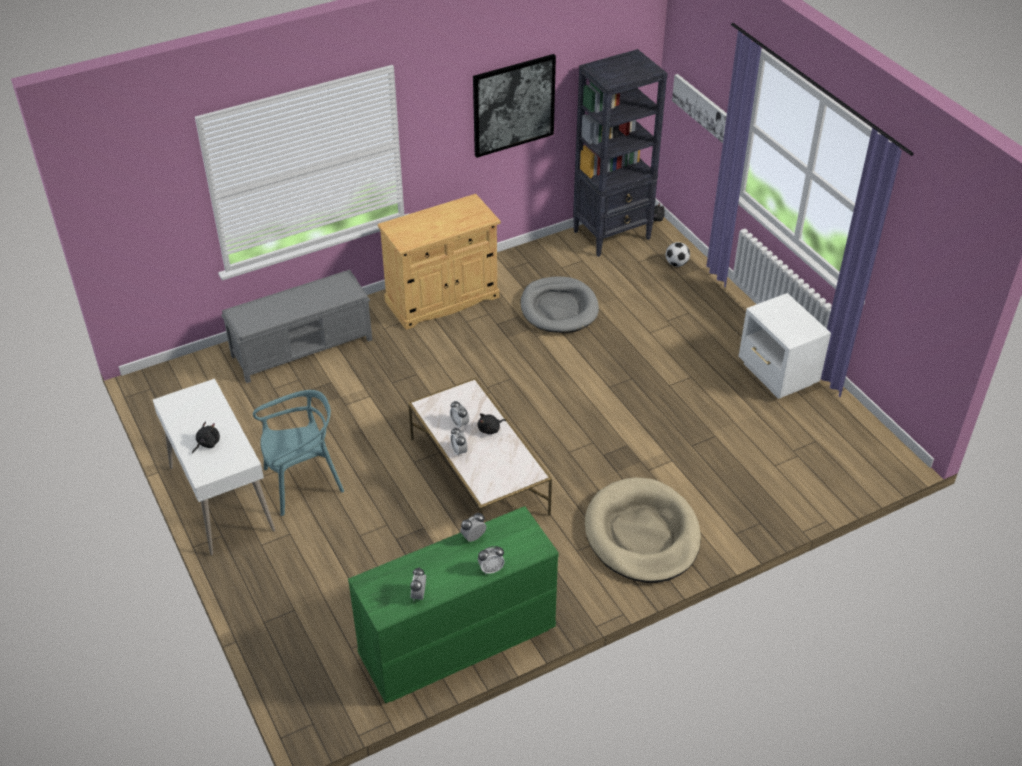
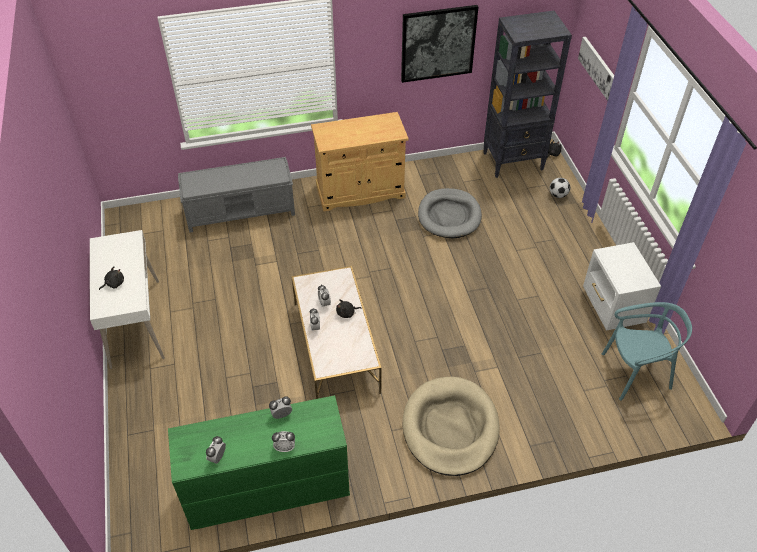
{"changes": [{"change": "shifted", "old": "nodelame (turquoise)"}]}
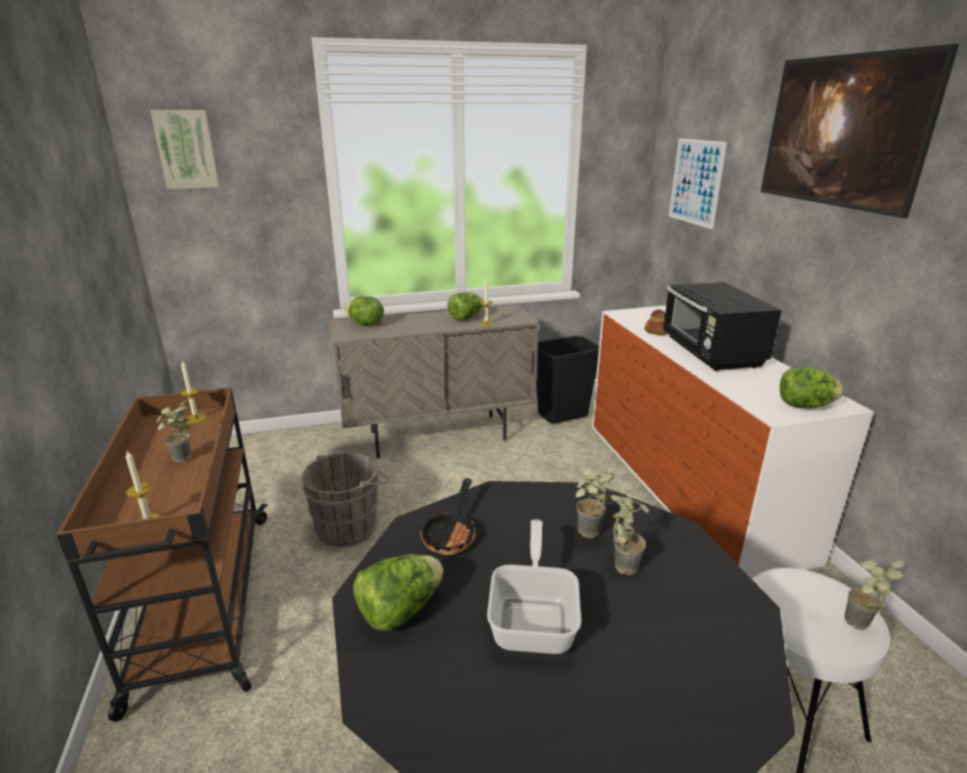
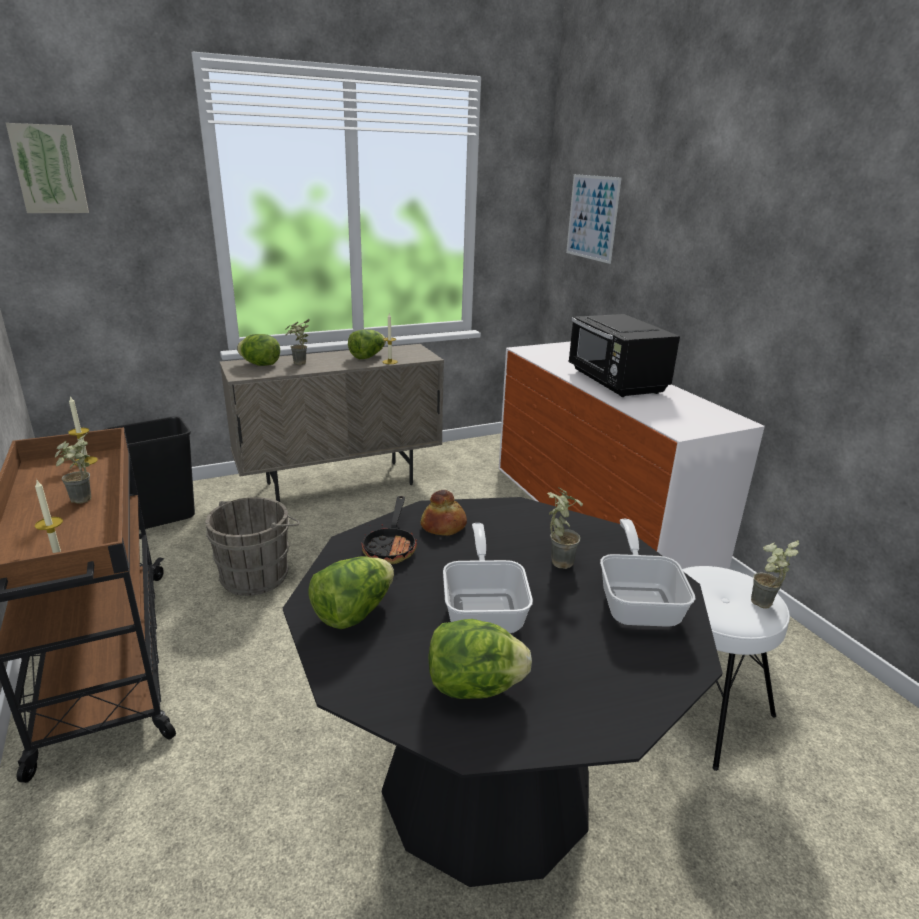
{"changes": [{"change": "gone", "old": "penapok (no. 3 from left)"}, {"change": "shifted", "old": "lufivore"}, {"change": "shifted", "old": "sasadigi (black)"}, {"change": "shifted", "old": "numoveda (no. 4 from left)"}, {"change": "shifted", "old": "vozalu (no. 2 from left)"}, {"change": "new", "new": "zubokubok (no. 3 from left)"}]}
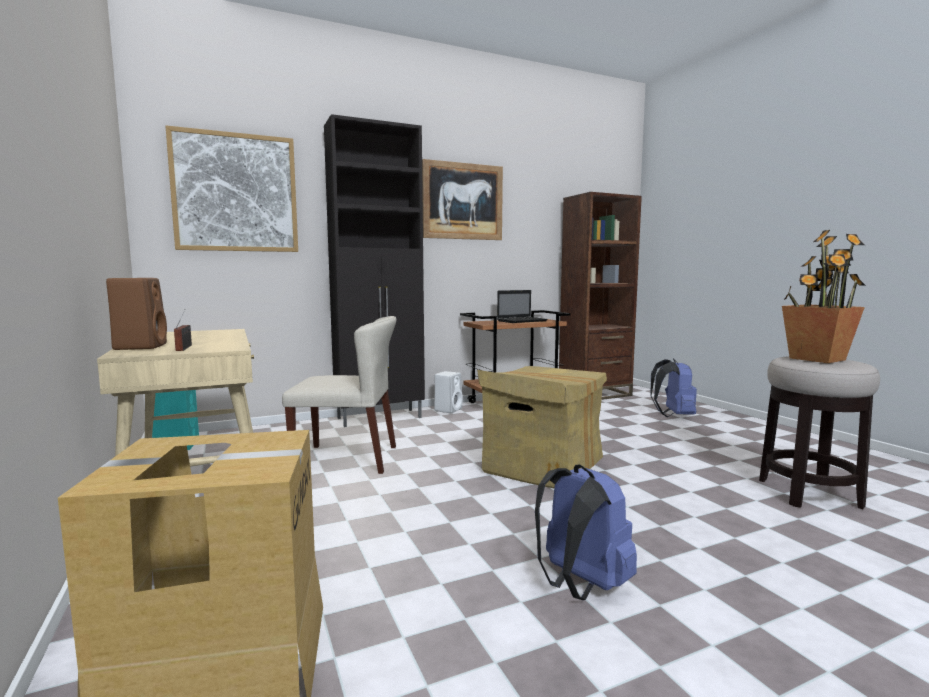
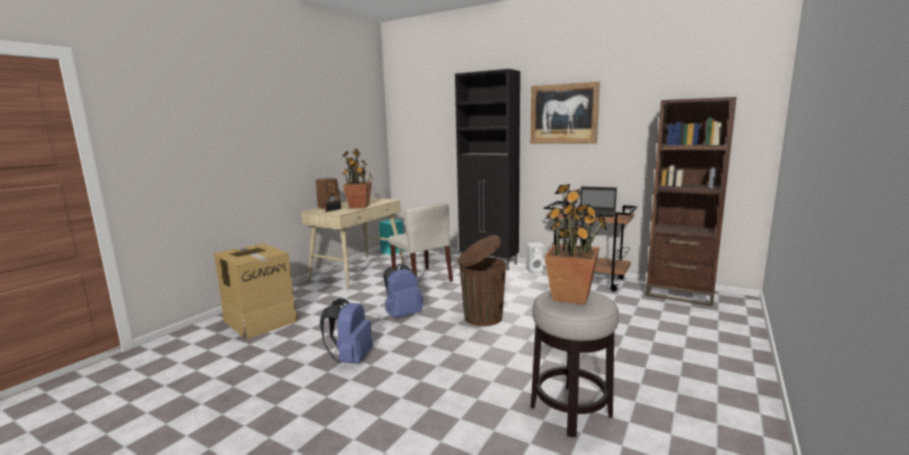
{"changes": [{"change": "gone", "old": "penapok (no. 1 from left)"}, {"change": "shifted", "old": "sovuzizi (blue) (no. 2 from left)"}, {"change": "swapped", "old": "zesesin (no. 2 from left)", "new": "sasadigi (brown)"}, {"change": "new", "new": "vozalu (no. 1 from left)"}]}
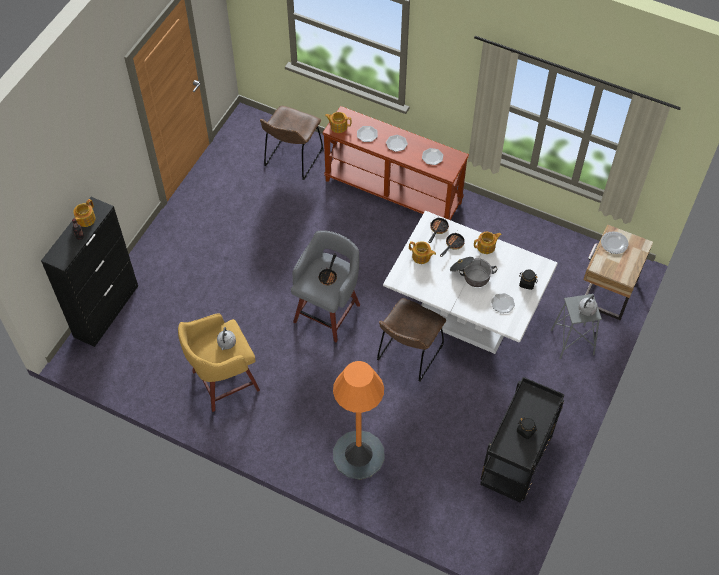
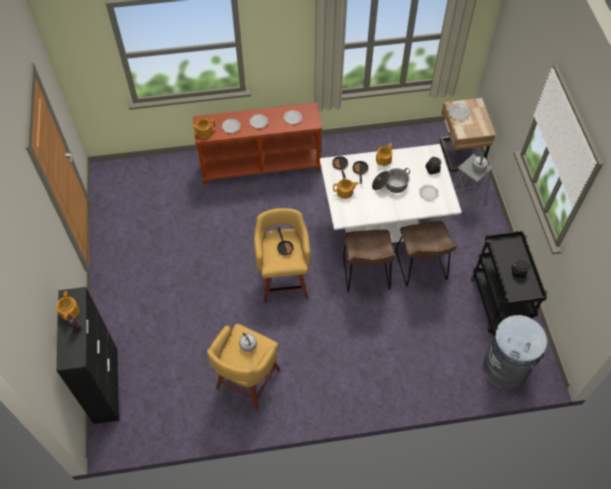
{"changes": [{"change": "shifted", "old": "nodelame (brown) (no. 1 from left in the first image)", "new": "nodelame (brown) (no. 2 from left)"}, {"change": "repainted", "old": "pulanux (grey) (no. 1 from left)", "new": "pulanux (yellow) (no. 2 from left)"}, {"change": "gone", "old": "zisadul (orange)"}, {"change": "new", "new": "sasadigi (grey)"}]}
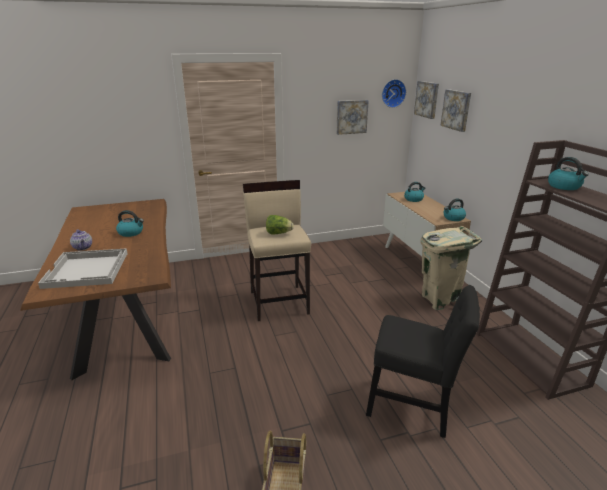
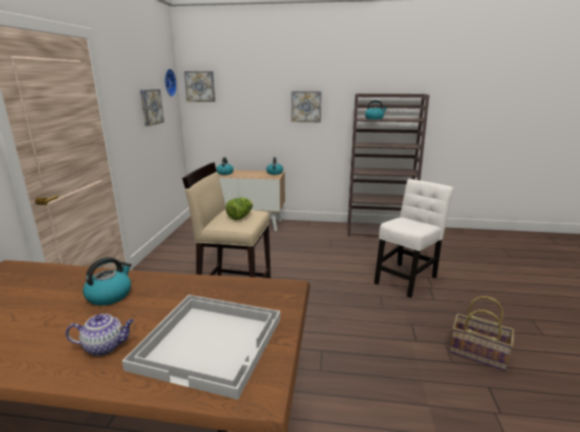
{"changes": [{"change": "shifted", "old": "penapok (no. 3 from left)"}, {"change": "gone", "old": "sasadigi (beige)"}, {"change": "repainted", "old": "nodelame (black)", "new": "nodelame (white)"}]}
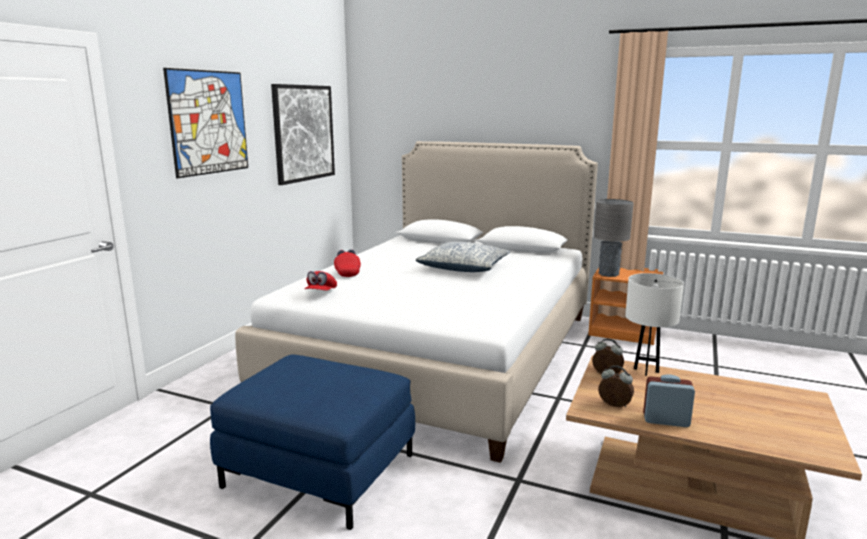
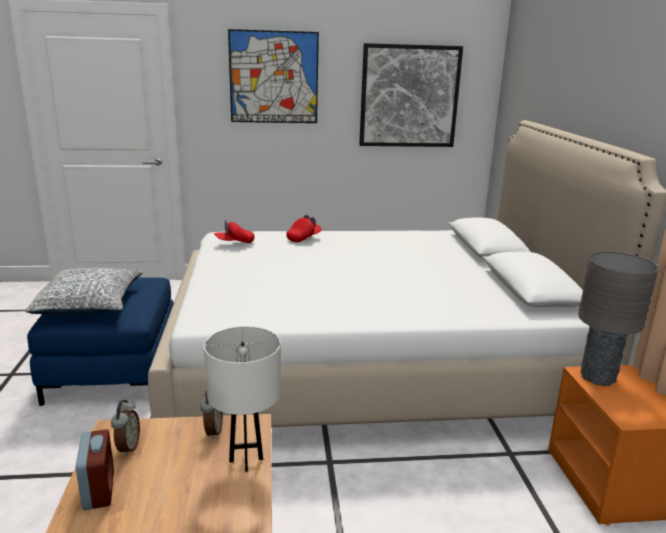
{"changes": [{"change": "shifted", "old": "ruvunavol"}]}
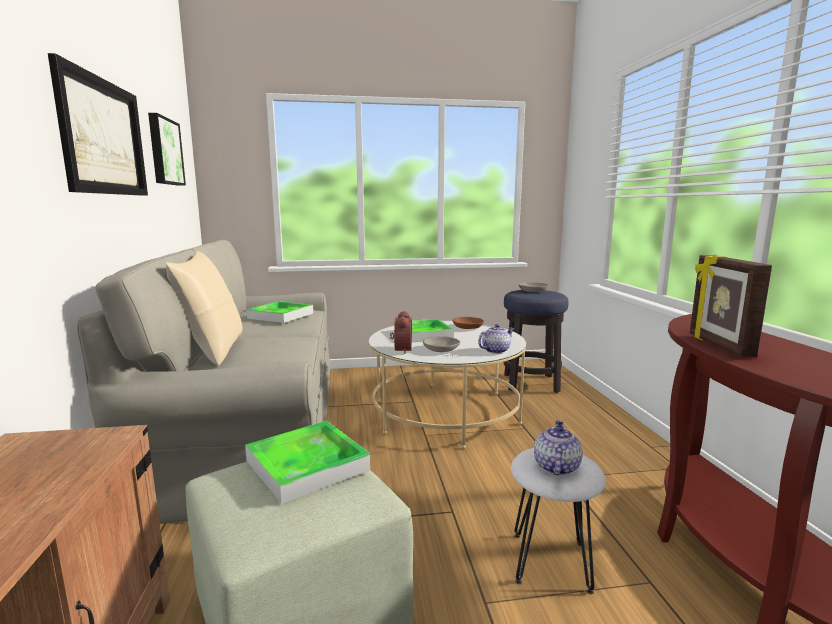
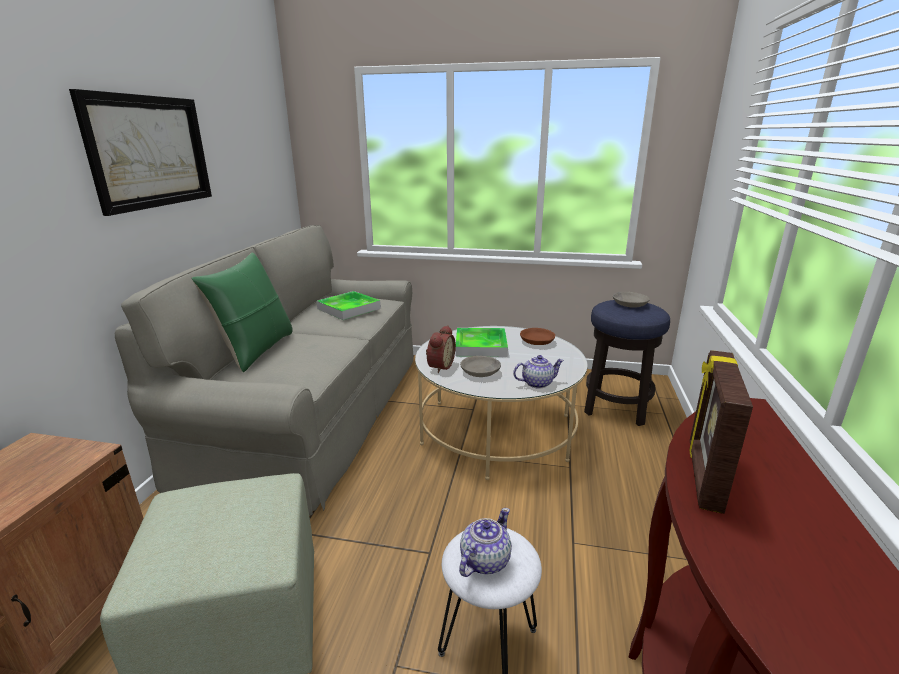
{"changes": [{"change": "gone", "old": "penapok (no. 2 from left)"}, {"change": "repainted", "old": "ruvunavol (beige)", "new": "ruvunavol (green)"}, {"change": "gone", "old": "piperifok (no. 2 from left)"}]}
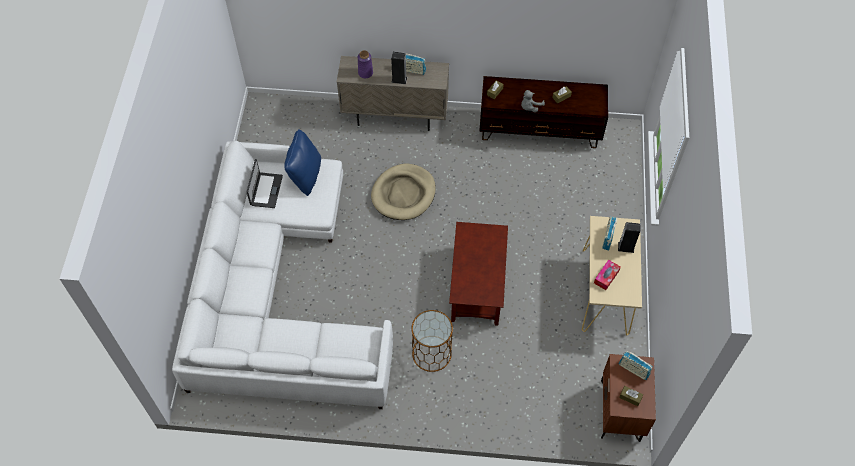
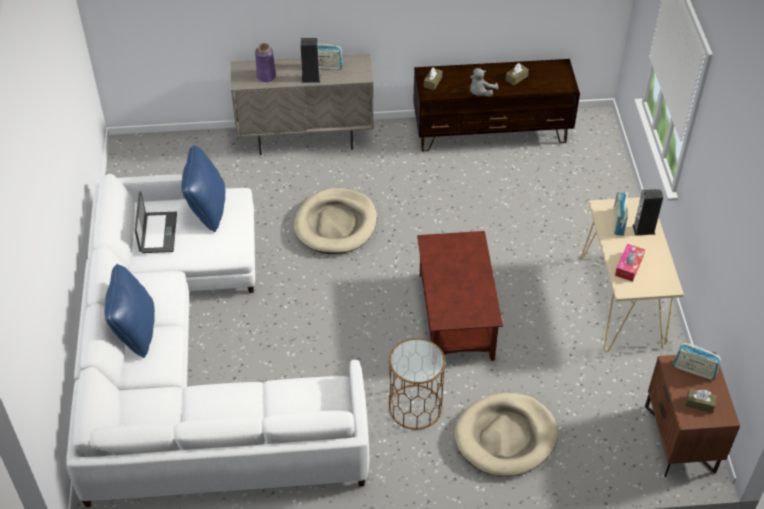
{"changes": [{"change": "new", "new": "ruvunavol (blue) (no. 1 from left)"}, {"change": "new", "new": "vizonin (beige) (no. 2 from left)"}]}
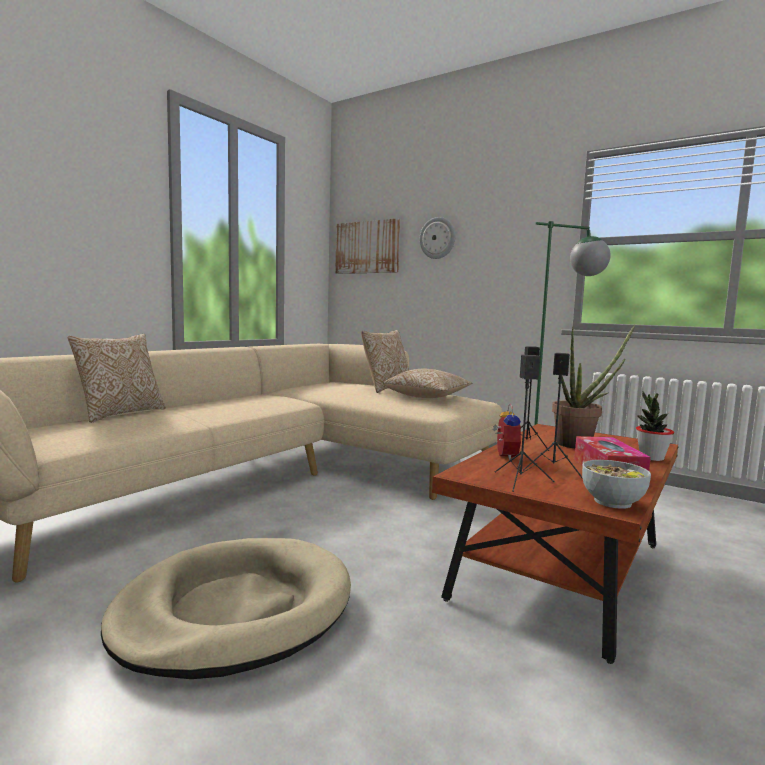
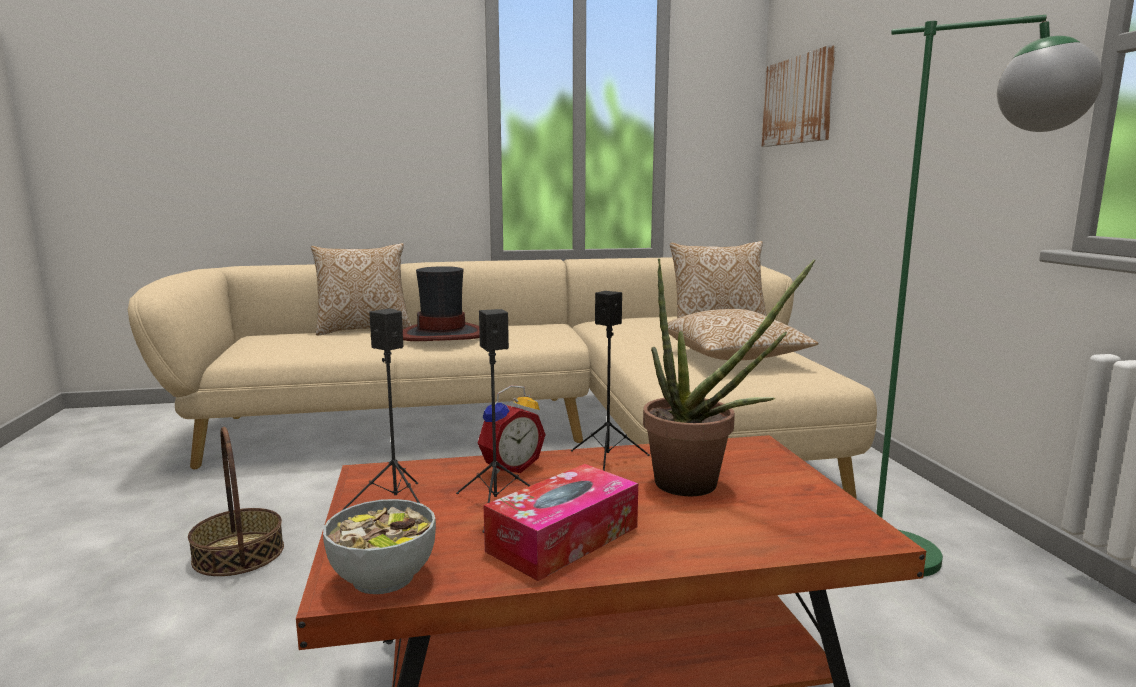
{"changes": [{"change": "gone", "old": "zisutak"}, {"change": "gone", "old": "vozalu (no. 2 from left)"}, {"change": "swapped", "old": "vizonin (beige)", "new": "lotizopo"}, {"change": "new", "new": "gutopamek"}]}
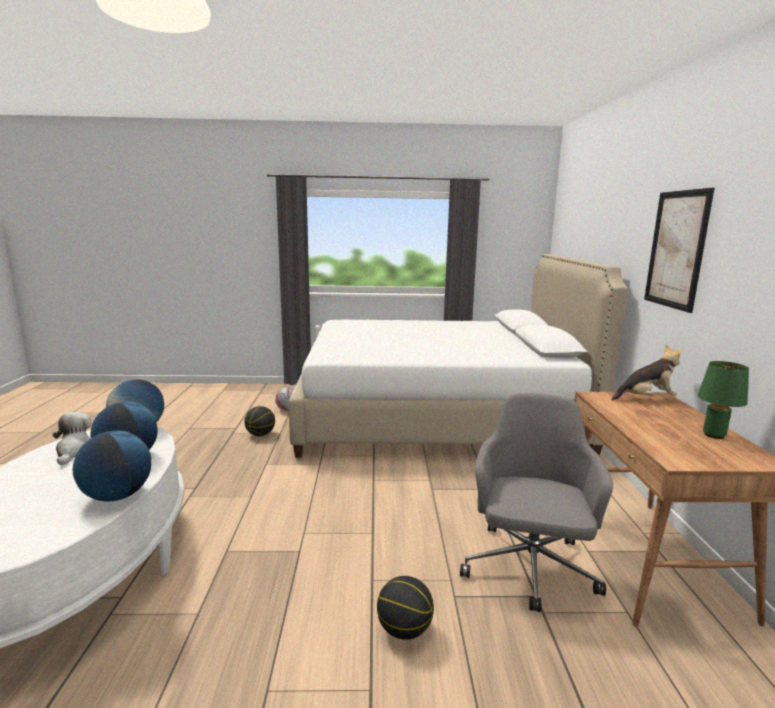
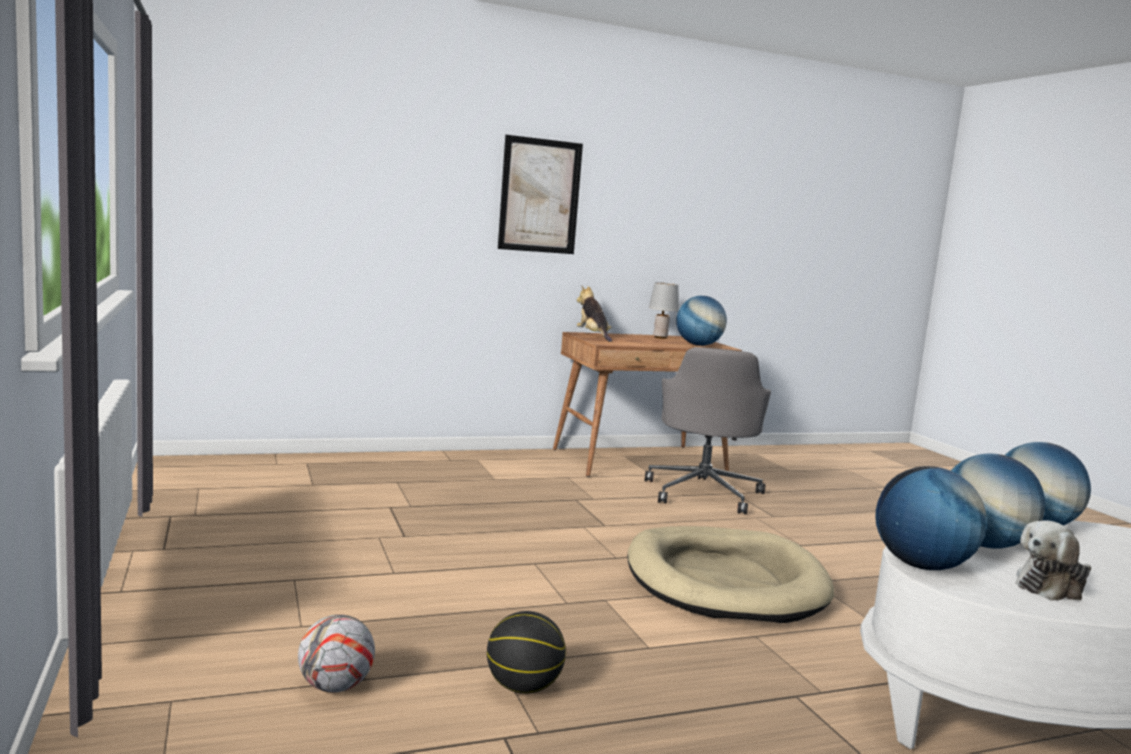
{"changes": [{"change": "gone", "old": "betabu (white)"}, {"change": "repainted", "old": "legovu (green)", "new": "legovu (grey)"}, {"change": "rotated", "old": "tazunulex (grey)", "degrees": -75}, {"change": "gone", "old": "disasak (no. 2 from left)"}, {"change": "new", "new": "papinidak (no. 1 from left)"}, {"change": "new", "new": "vizonin (beige)"}]}
